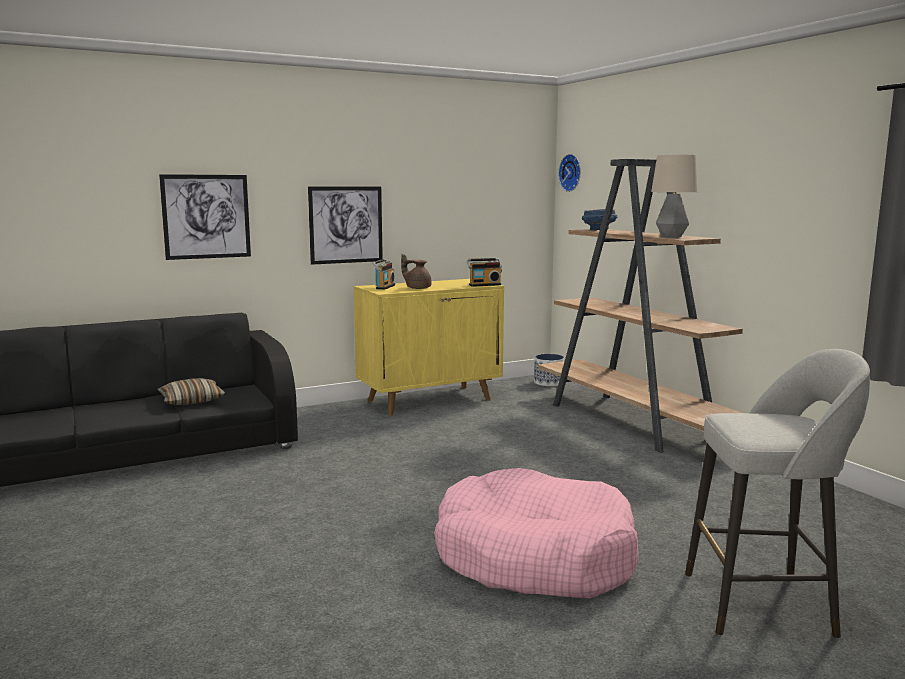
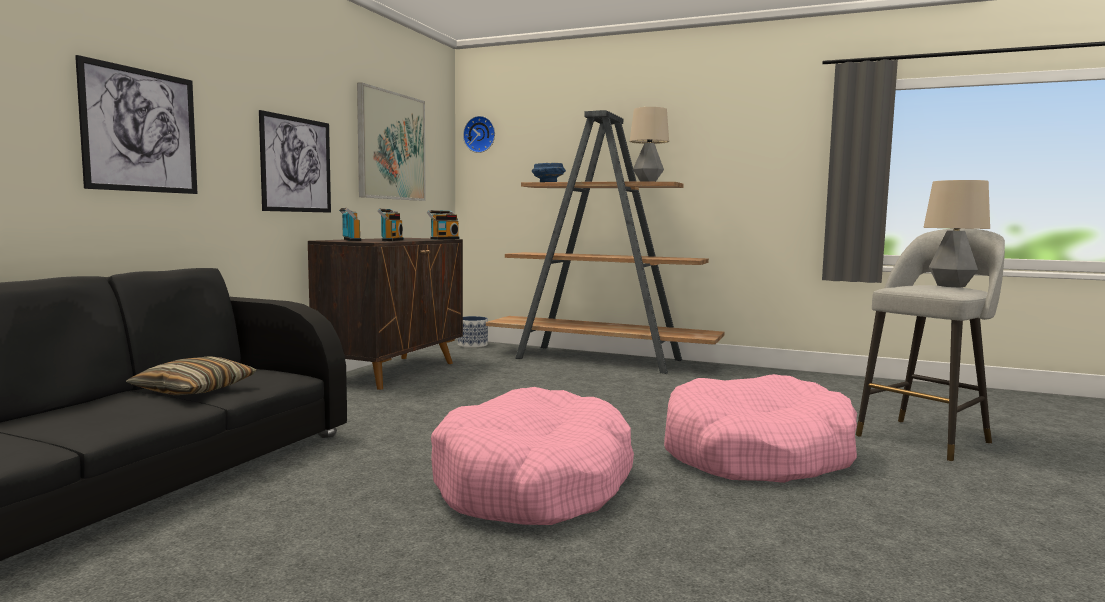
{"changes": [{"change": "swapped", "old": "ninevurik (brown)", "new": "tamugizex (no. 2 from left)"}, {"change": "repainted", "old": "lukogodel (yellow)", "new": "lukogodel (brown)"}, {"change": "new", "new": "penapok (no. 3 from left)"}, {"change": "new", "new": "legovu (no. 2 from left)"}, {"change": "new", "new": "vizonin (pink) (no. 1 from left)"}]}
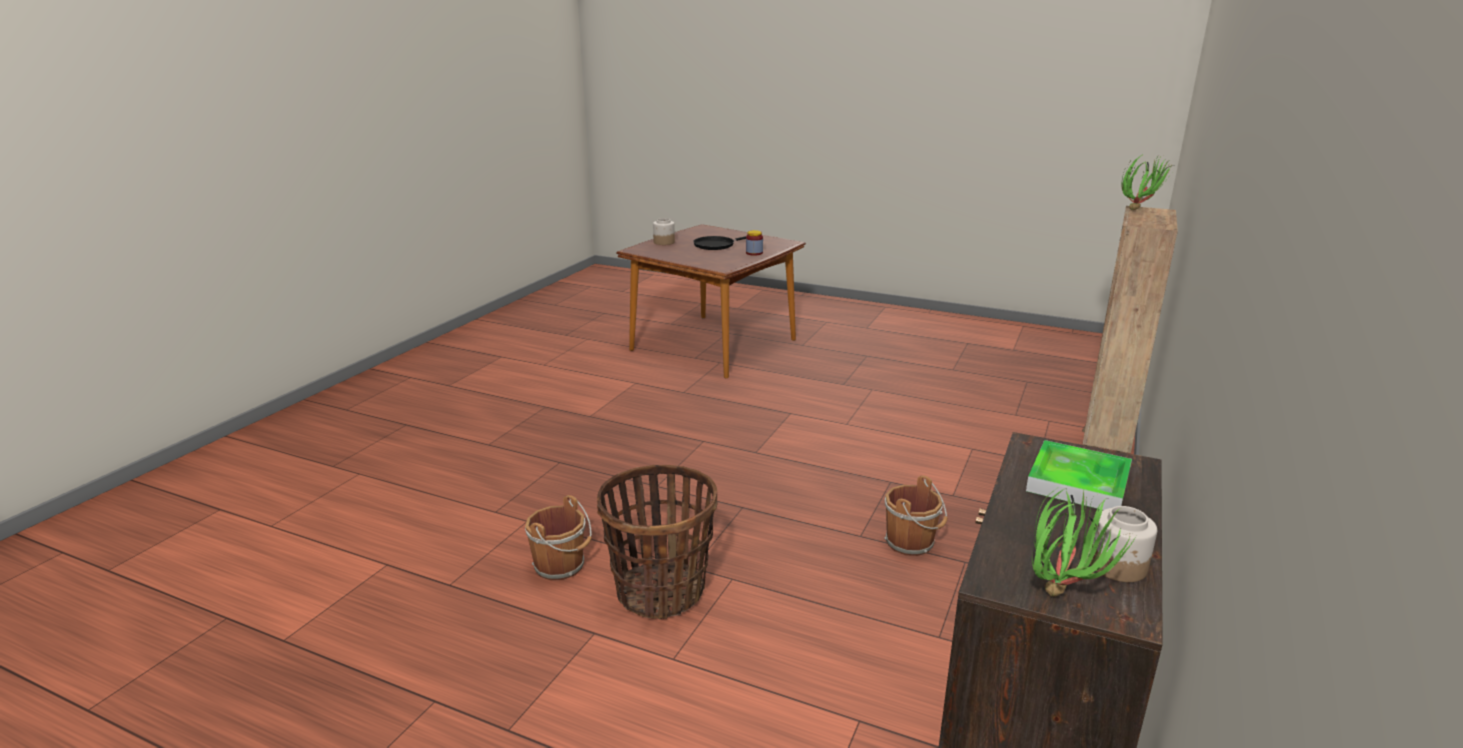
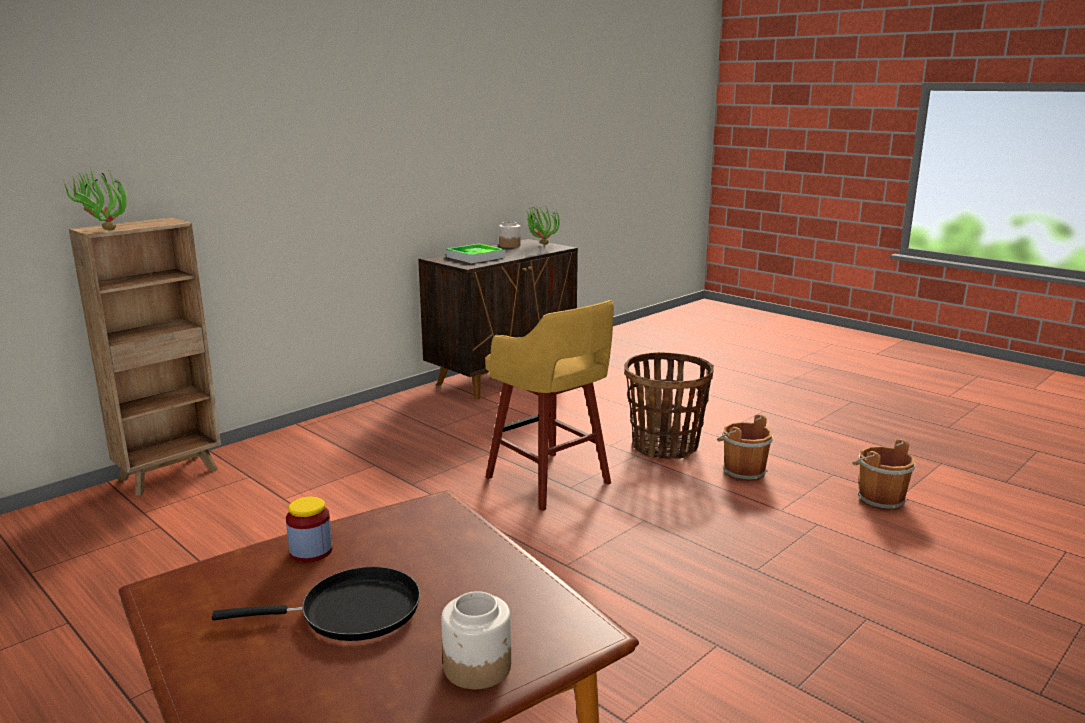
{"changes": [{"change": "shifted", "old": "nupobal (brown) (no. 2 from left)"}, {"change": "new", "new": "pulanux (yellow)"}]}
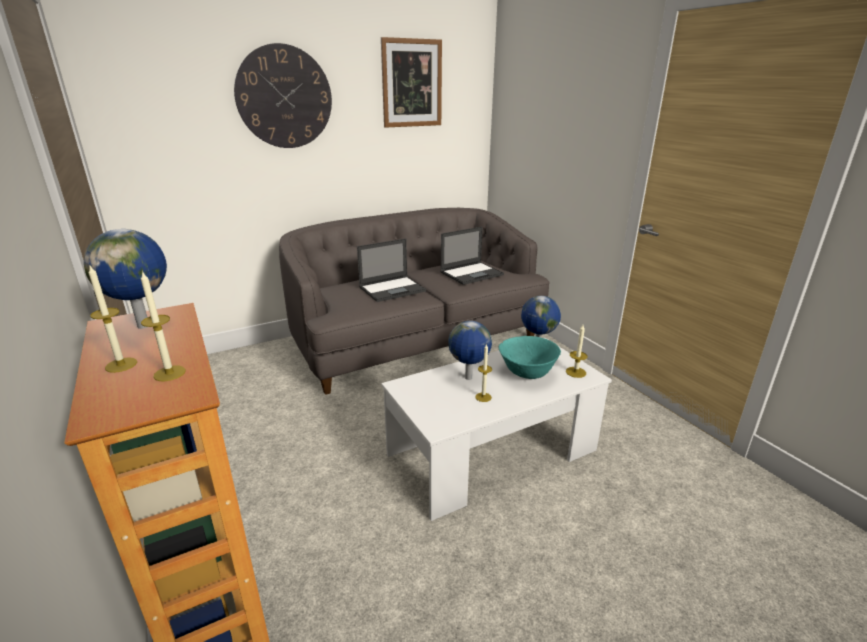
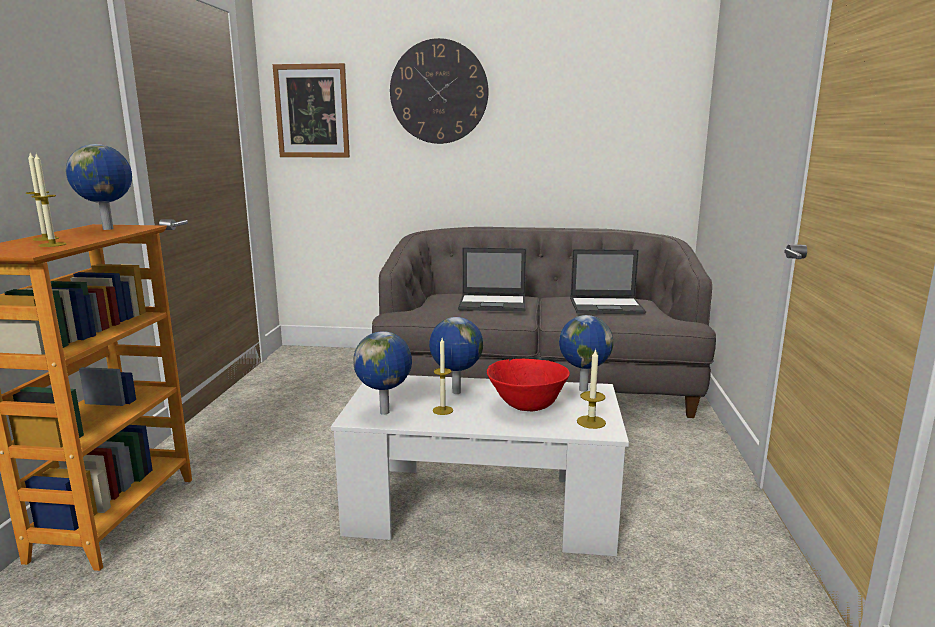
{"changes": [{"change": "shifted", "old": "penapok"}, {"change": "repainted", "old": "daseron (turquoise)", "new": "daseron (red)"}, {"change": "new", "new": "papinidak (no. 2 from left)"}]}
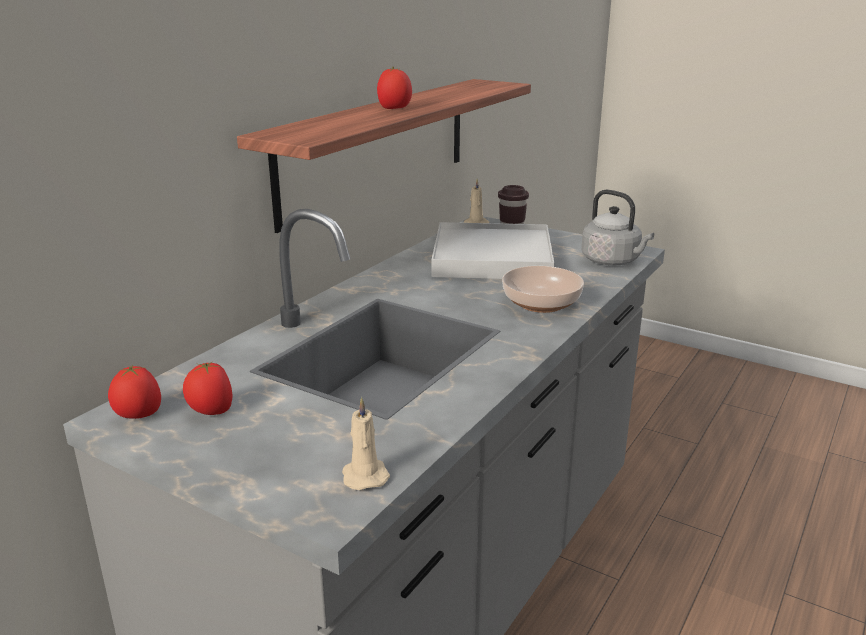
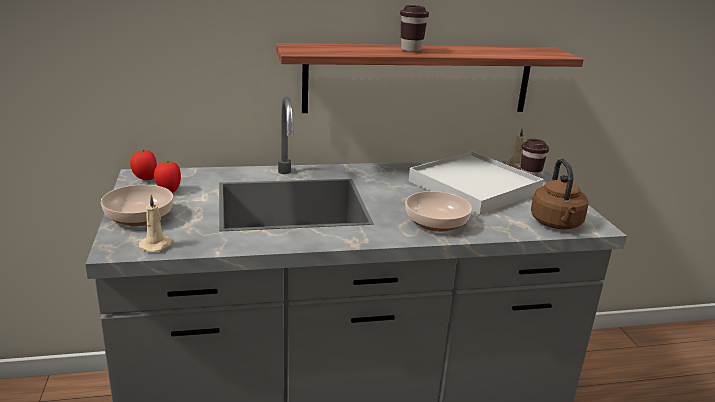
{"changes": [{"change": "swapped", "old": "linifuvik (no. 3 from left)", "new": "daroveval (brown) (no. 1 from left)"}, {"change": "repainted", "old": "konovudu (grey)", "new": "konovudu (brown)"}, {"change": "new", "new": "daseron (no. 1 from left)"}]}
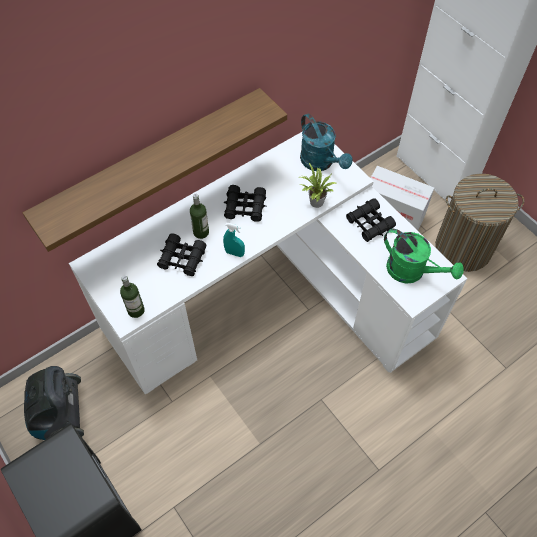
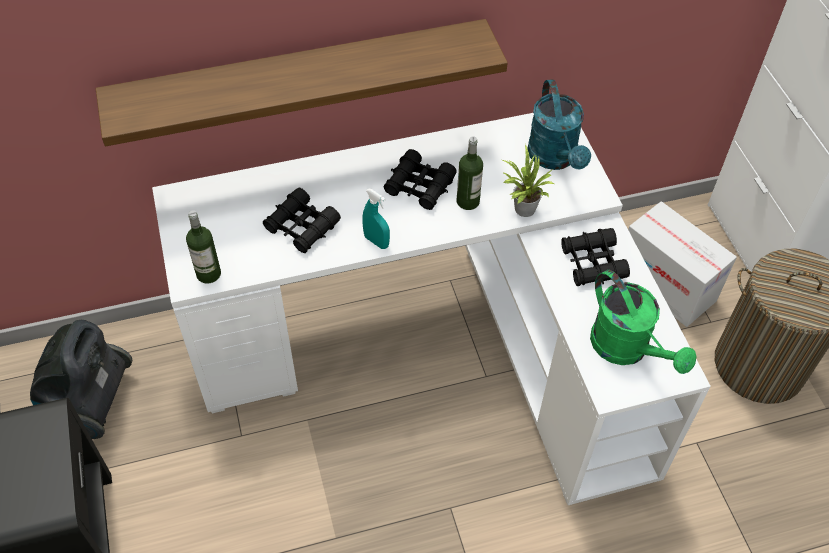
{"changes": [{"change": "shifted", "old": "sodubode (no. 2 from left)"}]}
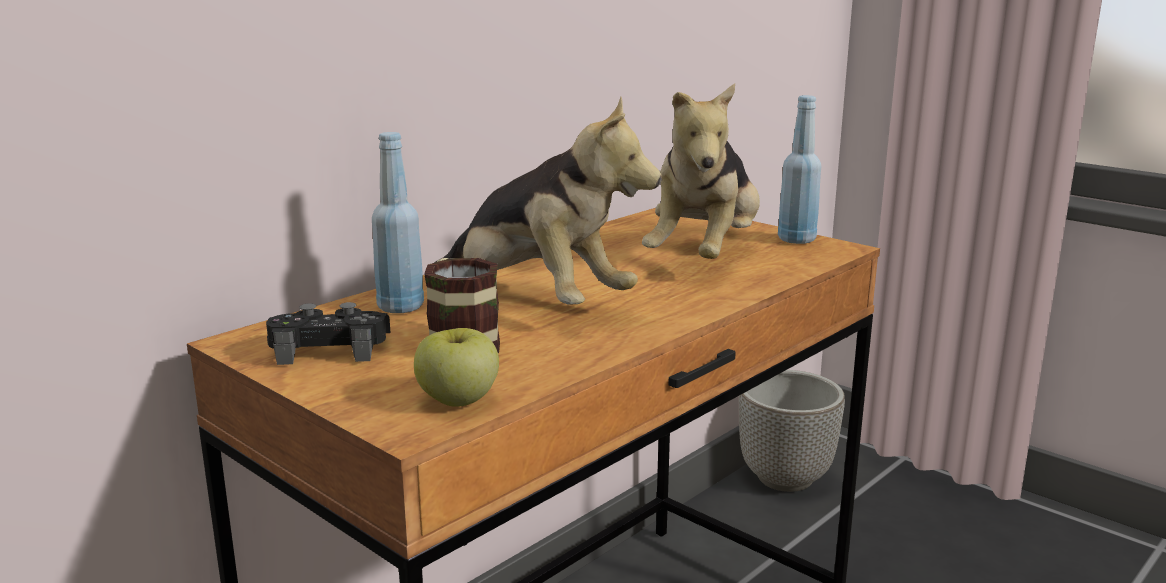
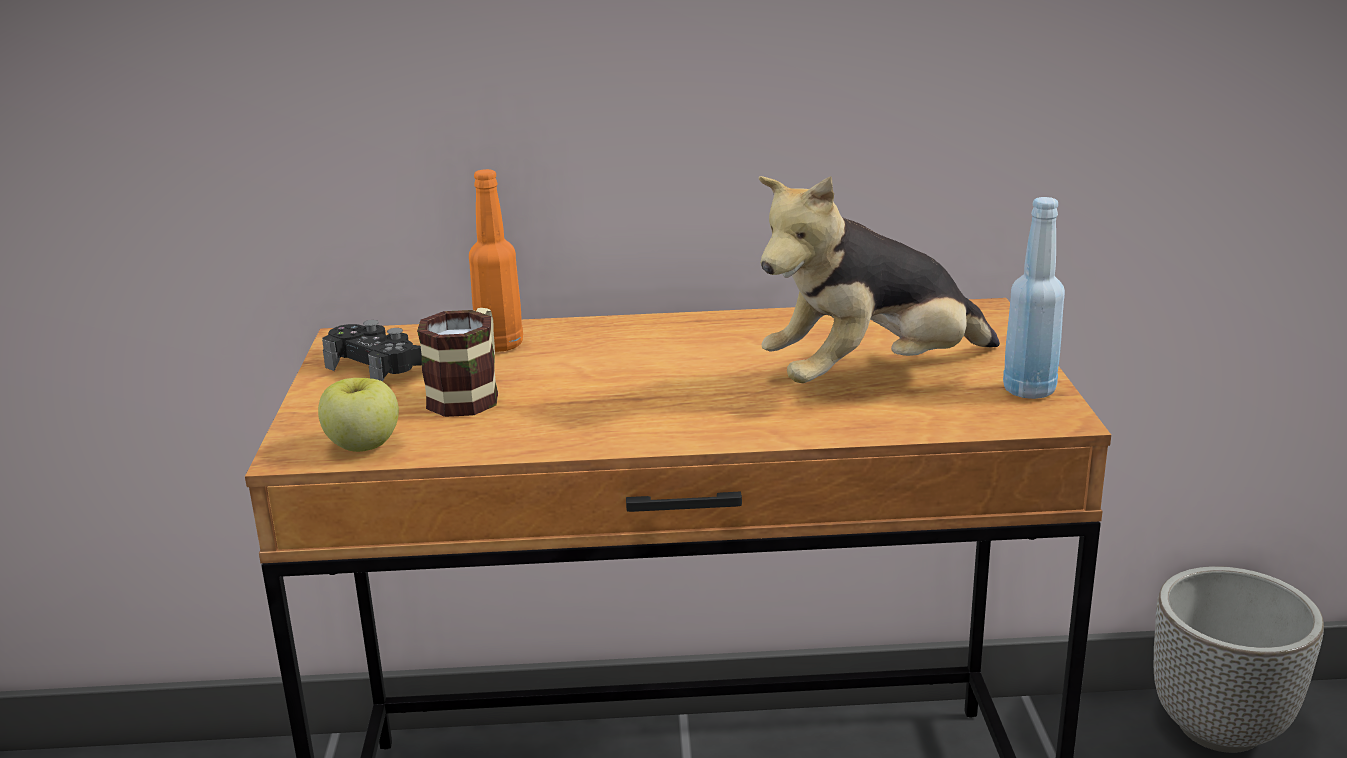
{"changes": [{"change": "gone", "old": "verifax (no. 1 from left)"}, {"change": "repainted", "old": "sodubode (blue) (no. 1 from left)", "new": "sodubode (orange)"}]}
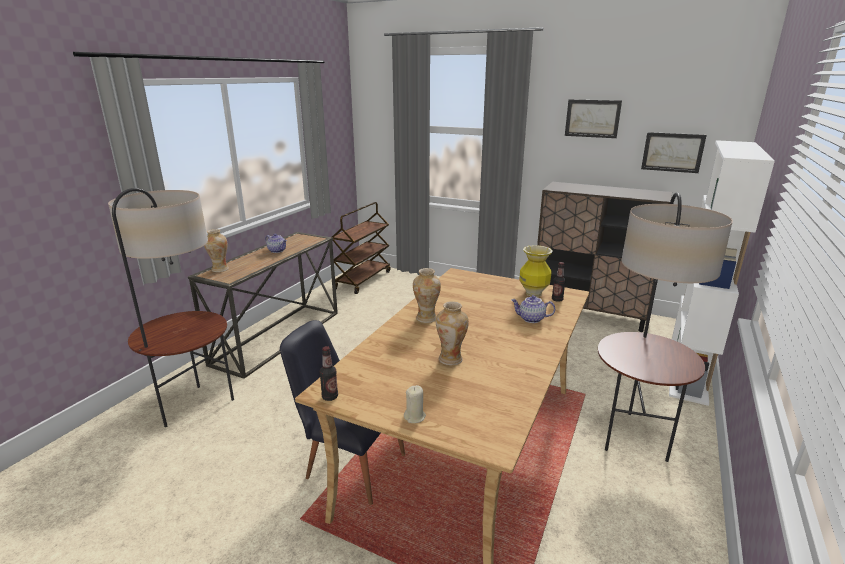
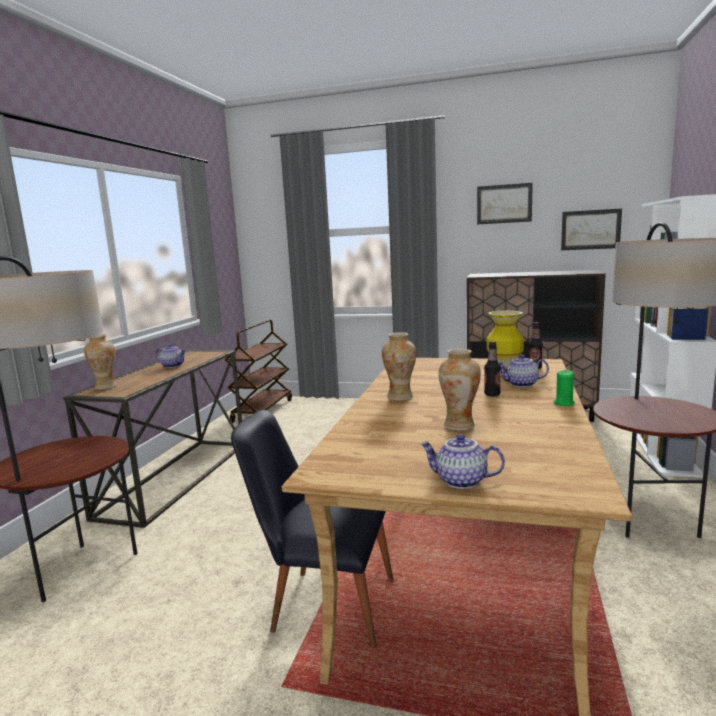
{"changes": [{"change": "shifted", "old": "sodubode (no. 1 from left)"}, {"change": "swapped", "old": "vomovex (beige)", "new": "ninevurik (no. 2 from left)"}, {"change": "new", "new": "vomovex (green)"}]}
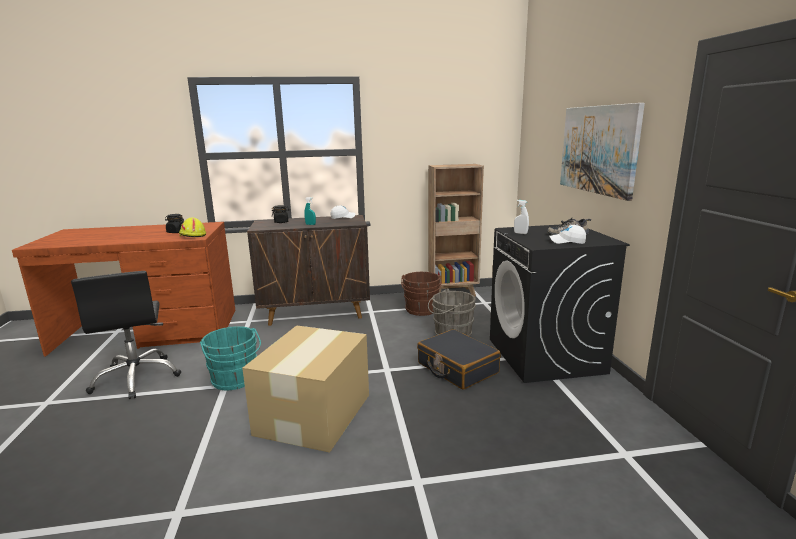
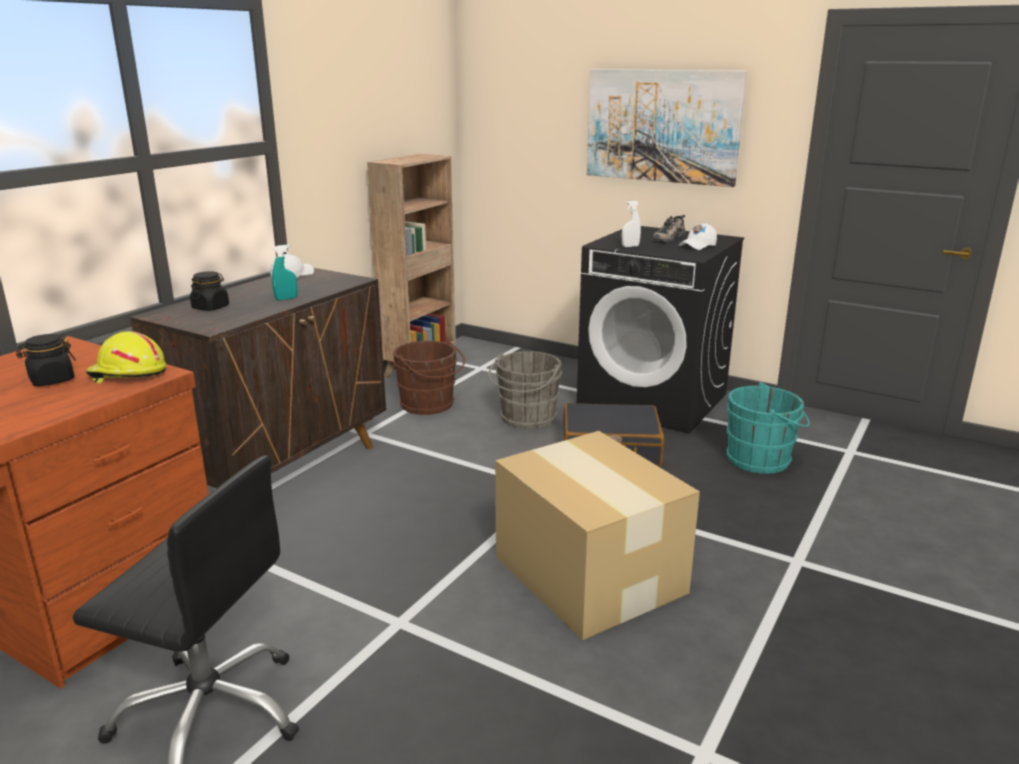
{"changes": [{"change": "shifted", "old": "nupobal (turquoise)"}]}
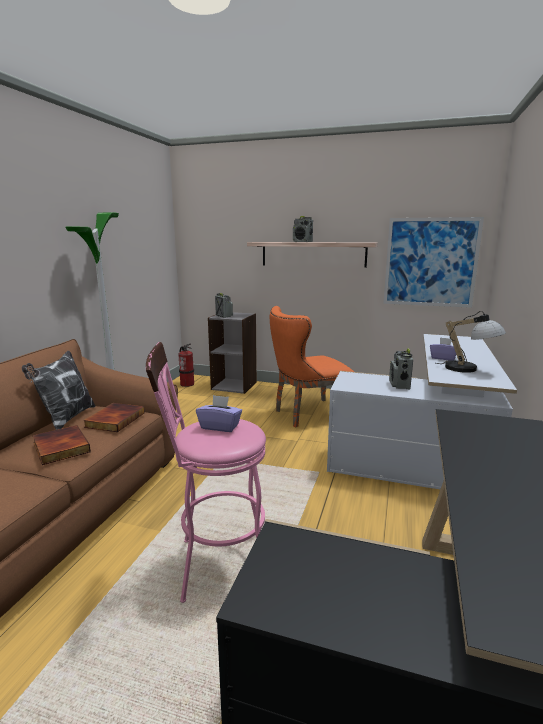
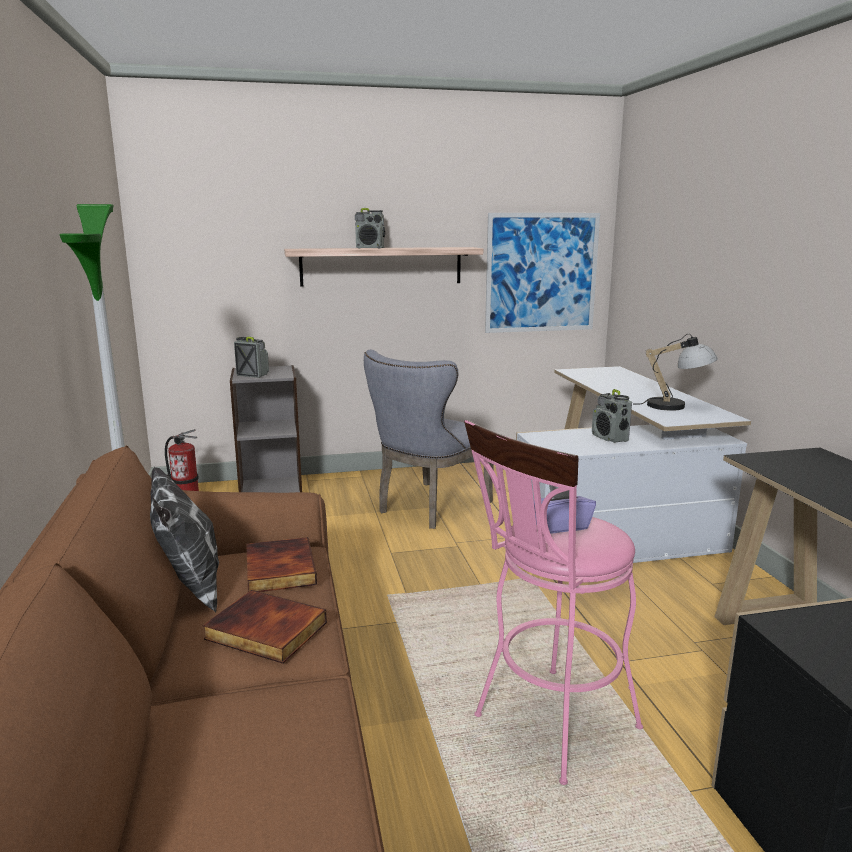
{"changes": [{"change": "repainted", "old": "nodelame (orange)", "new": "nodelame (grey)"}, {"change": "gone", "old": "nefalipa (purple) (no. 2 from left)"}]}
